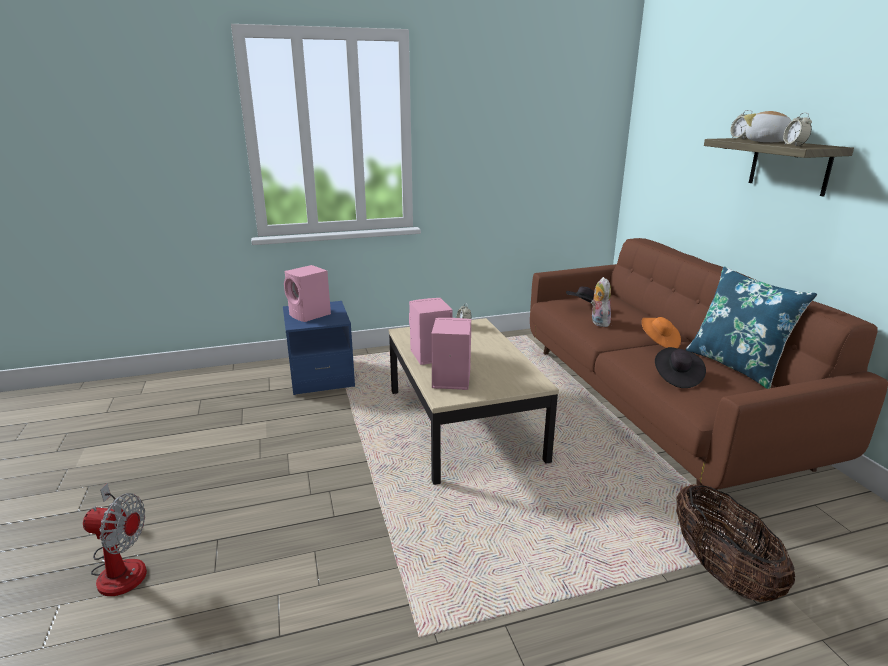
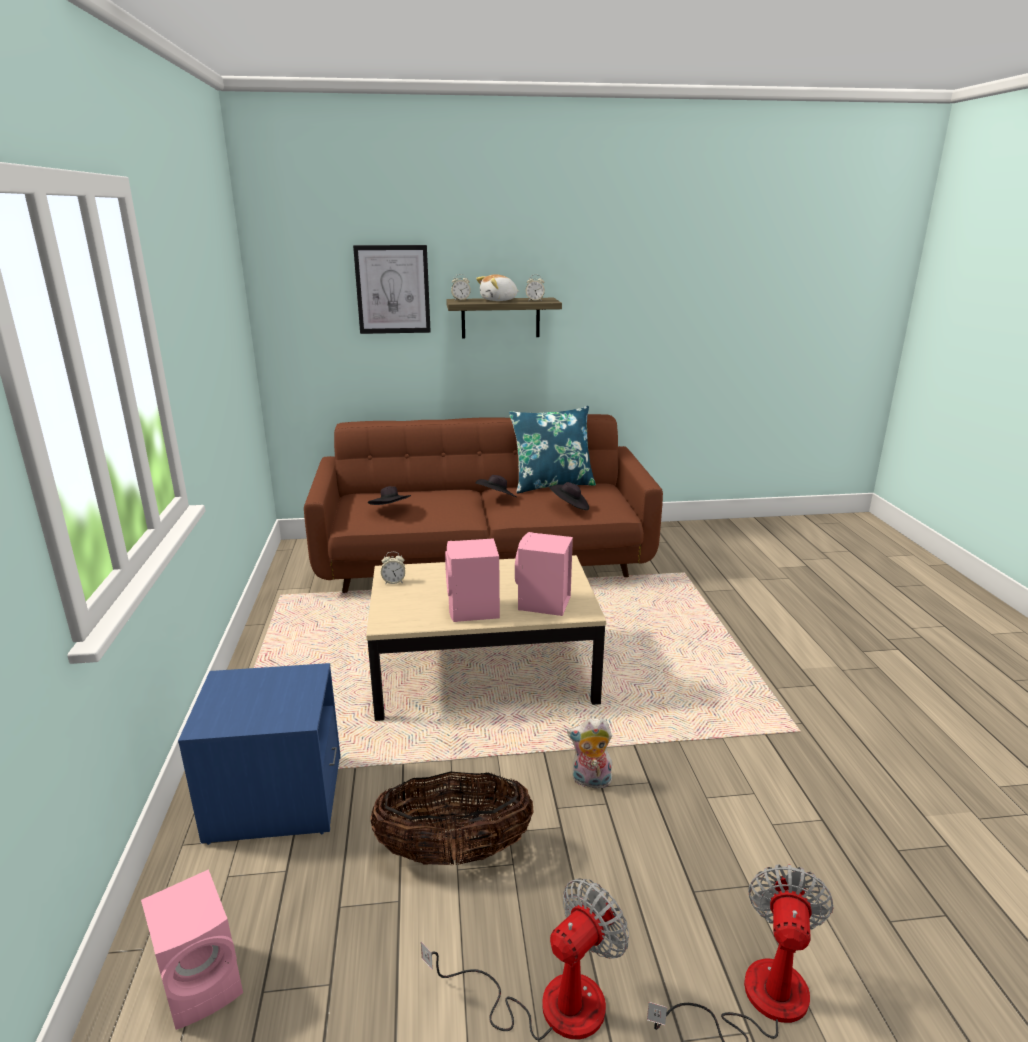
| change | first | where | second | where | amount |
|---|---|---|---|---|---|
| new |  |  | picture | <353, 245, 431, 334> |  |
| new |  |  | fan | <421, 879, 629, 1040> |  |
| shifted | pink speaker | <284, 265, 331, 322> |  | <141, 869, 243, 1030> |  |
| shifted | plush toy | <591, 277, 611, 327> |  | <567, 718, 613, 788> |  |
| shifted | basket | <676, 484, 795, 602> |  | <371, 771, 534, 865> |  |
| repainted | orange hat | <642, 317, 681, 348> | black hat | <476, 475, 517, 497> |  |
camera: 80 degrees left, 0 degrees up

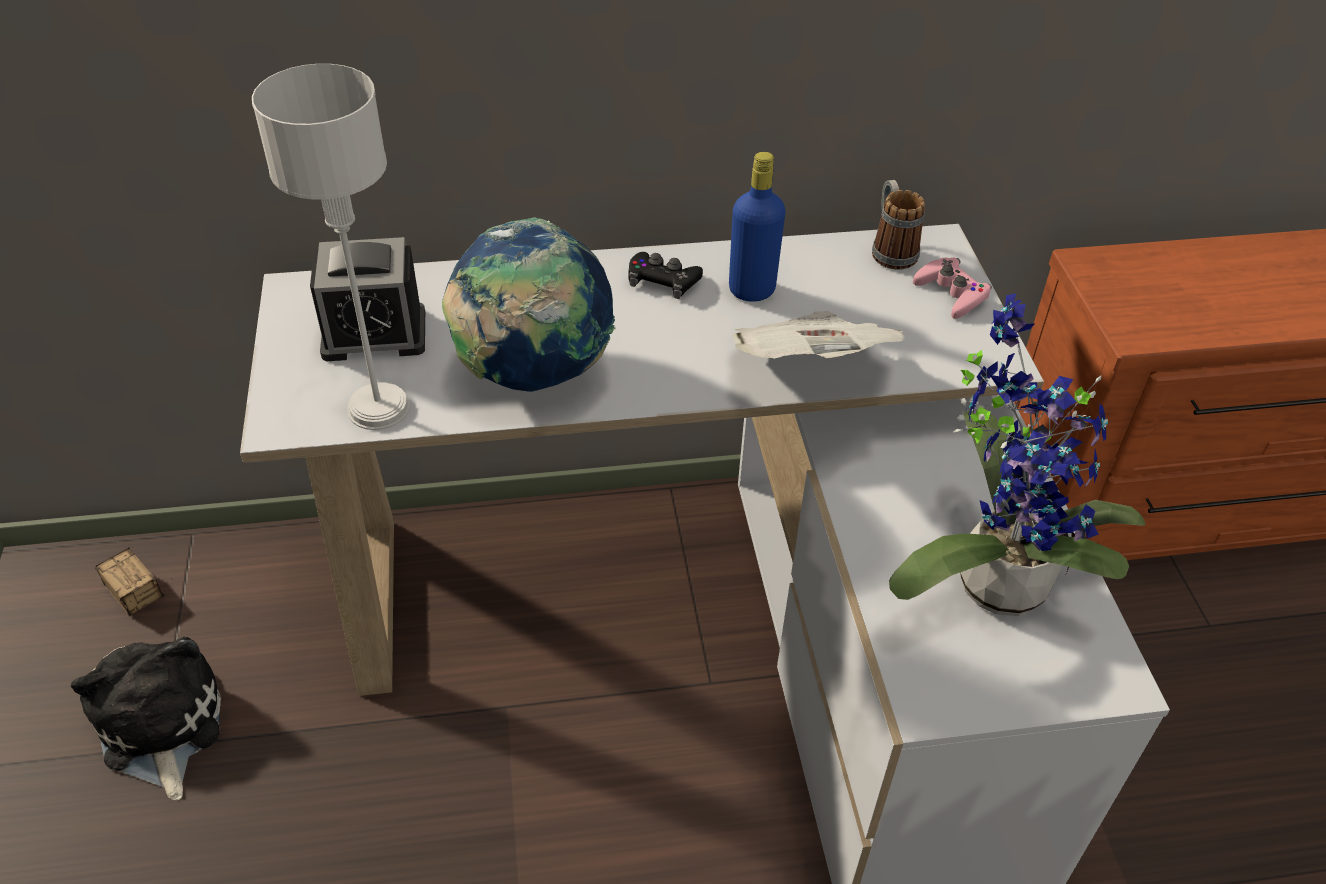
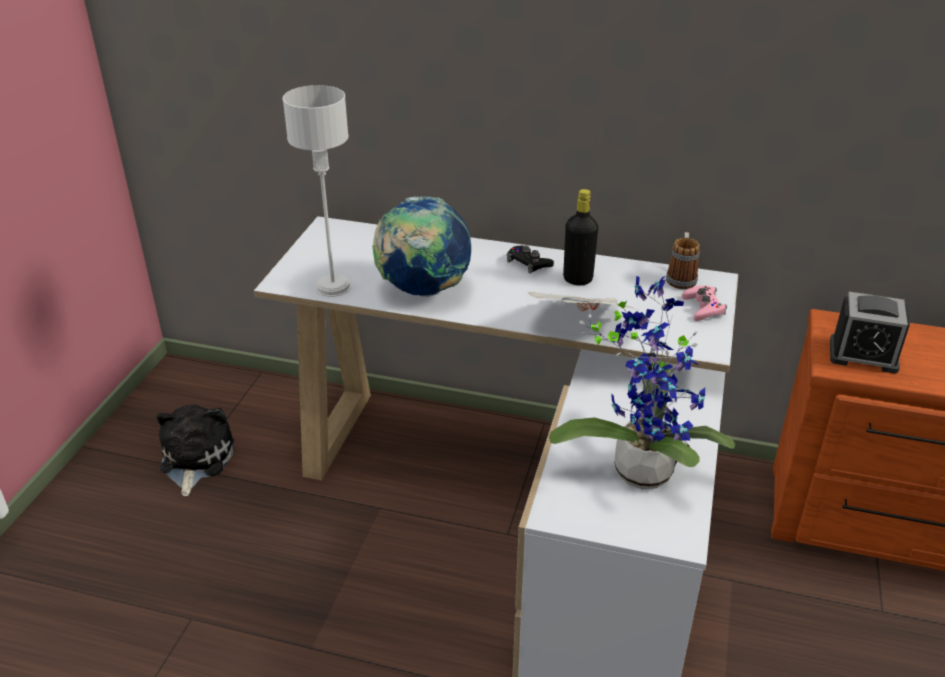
| change | first | where | second | where | amount |
|---|---|---|---|---|---|
| gone | storage box | <95, 548, 172, 616> |  |  |  |
| shifted | alarm clock | <310, 237, 425, 361> |  | <830, 292, 910, 374> |  |
| repainted | blue bottle | <729, 152, 786, 302> | black bottle | <563, 189, 598, 285> |  |
camera: 25 degrees right, 10 degrees down

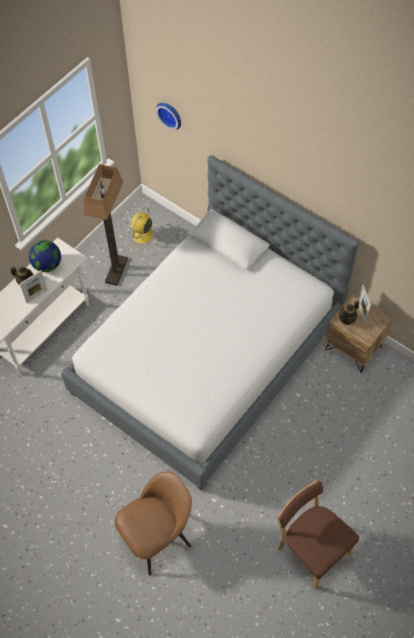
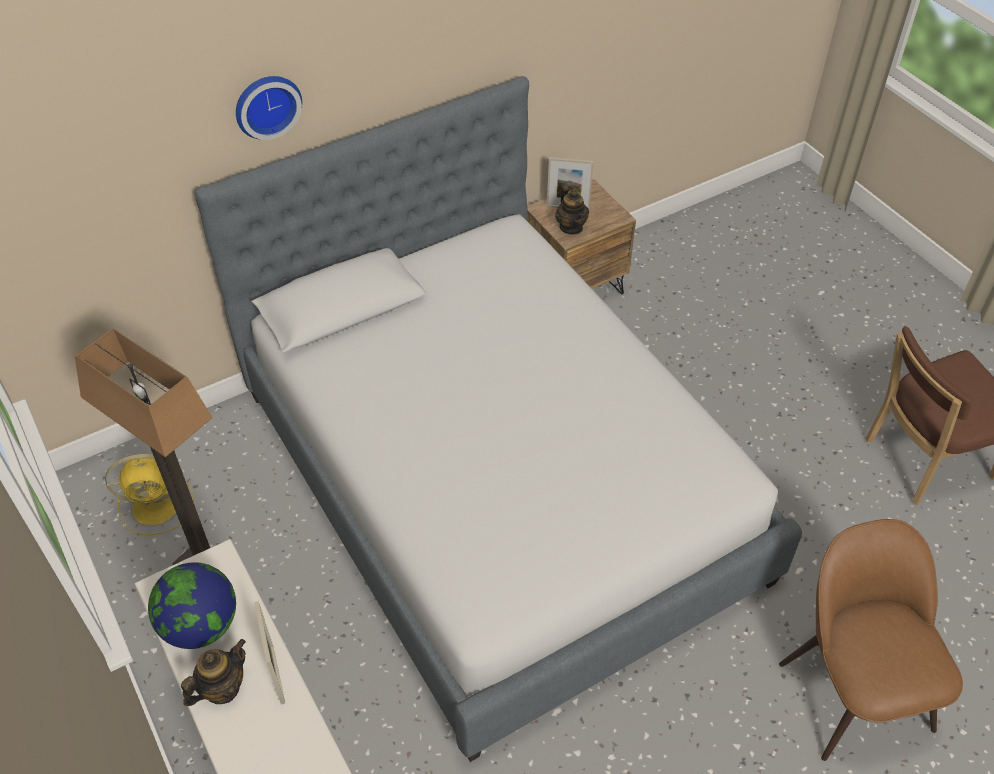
| change | first | where | second | where | amount |
|---|---|---|---|---|---|
| shifted | wall clock | <156, 103, 181, 130> |  | <236, 76, 302, 140> |  |
| rotated | yellow fan | <127, 207, 157, 249> |  | <105, 454, 193, 535> | 60 degrees counterclockwise |
camera: 70 degrees left, 10 degrees down

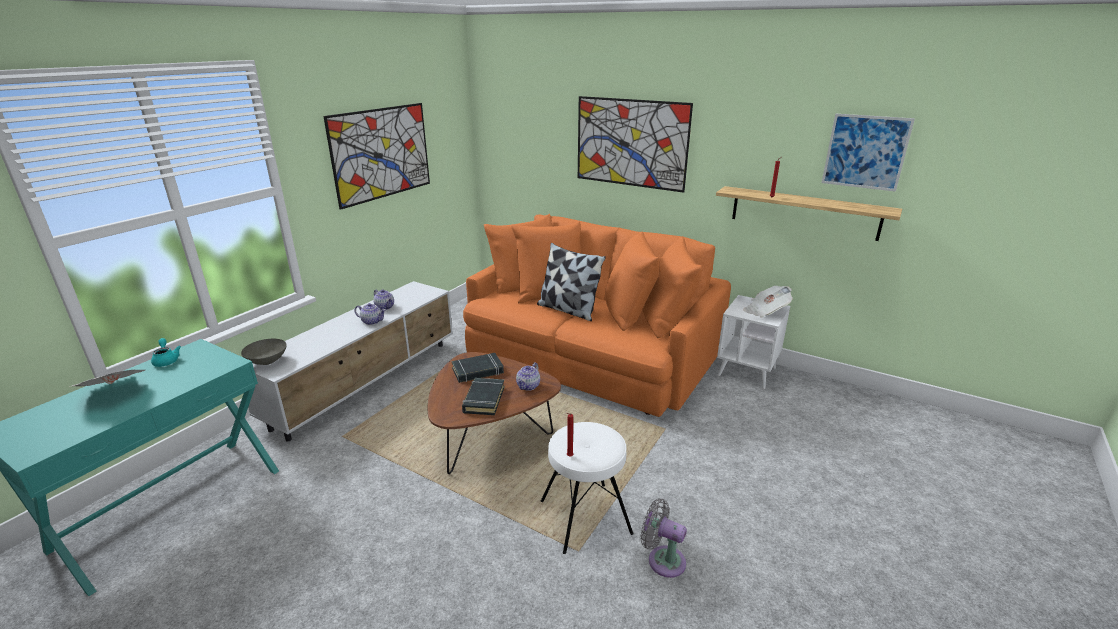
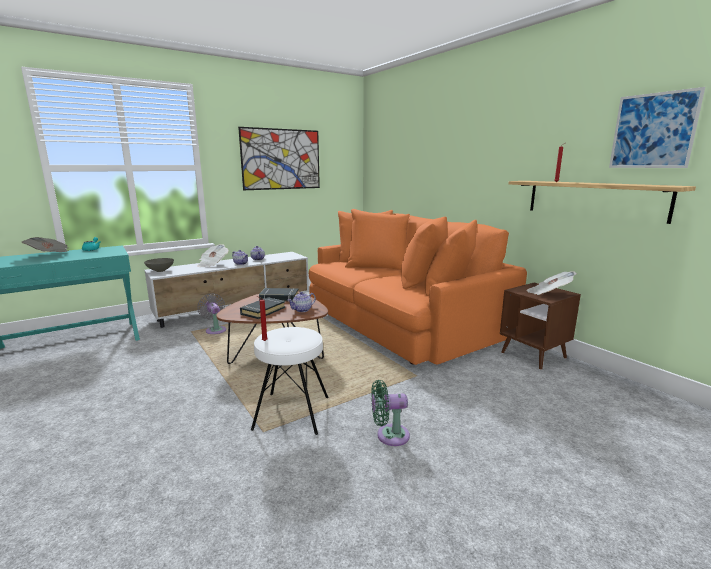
| change | first | where | second | where | amount |
|---|---|---|---|---|---|
| gone | pillow | <537, 243, 606, 321> |  |  |  |
| gone | picture | <578, 96, 693, 193> |  |  |  |
| new |  |  | newspaper | <197, 244, 229, 267> |  |
| new |  |  | green fan | <371, 380, 410, 446> |  |
| shifted | grey fan | <641, 499, 687, 578> |  | <197, 294, 226, 334> |  |
| repainted | white side table | <717, 295, 790, 389> | brown side table | <500, 283, 581, 370> |  |
camera: 25 degrees right, 10 degrees down

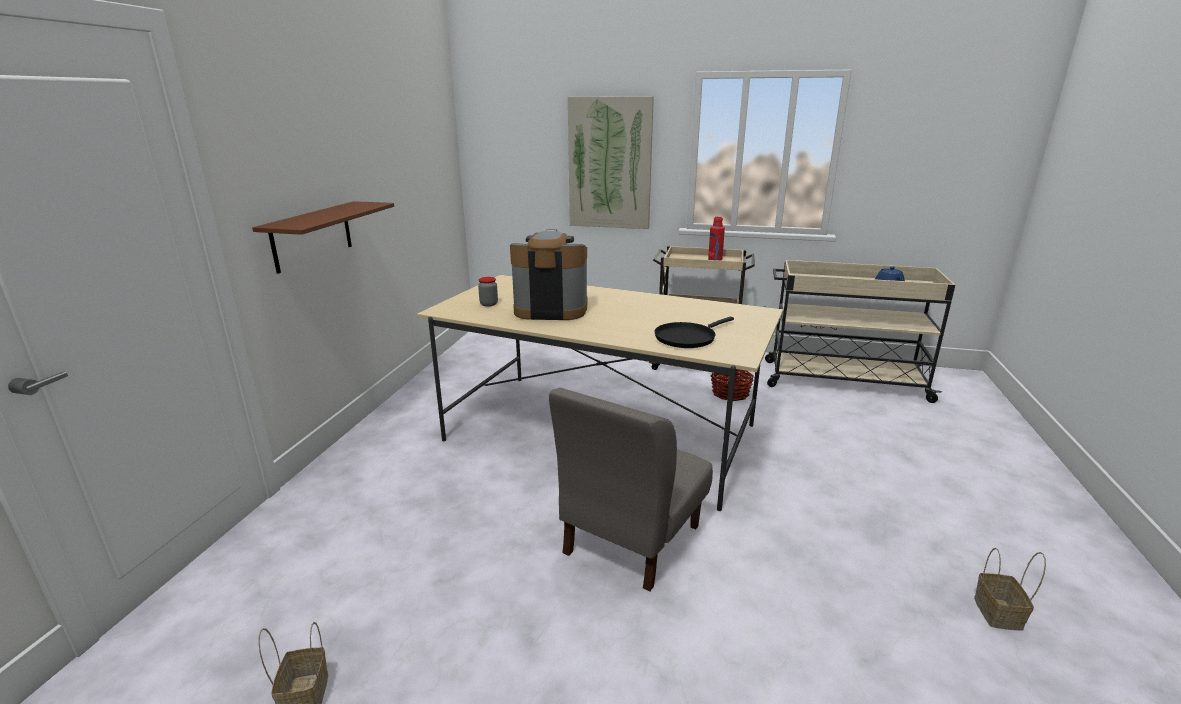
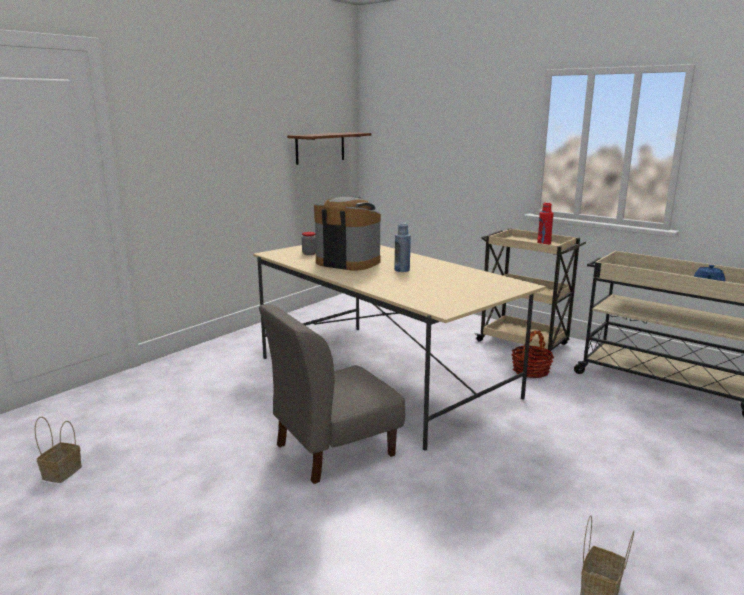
| change | first | where | second | where | amount |
|---|---|---|---|---|---|
| gone | picture | <568, 96, 654, 229> |  |  |  |
| gone | black frying pan | <655, 317, 734, 348> |  |  |  |
| new |  |  | blue bottle | <394, 223, 411, 272> |  |
| shifted | brown shelf | <252, 201, 394, 274> |  | <287, 132, 372, 165> |  |
camera: 25 degrees right, 5 degrees down

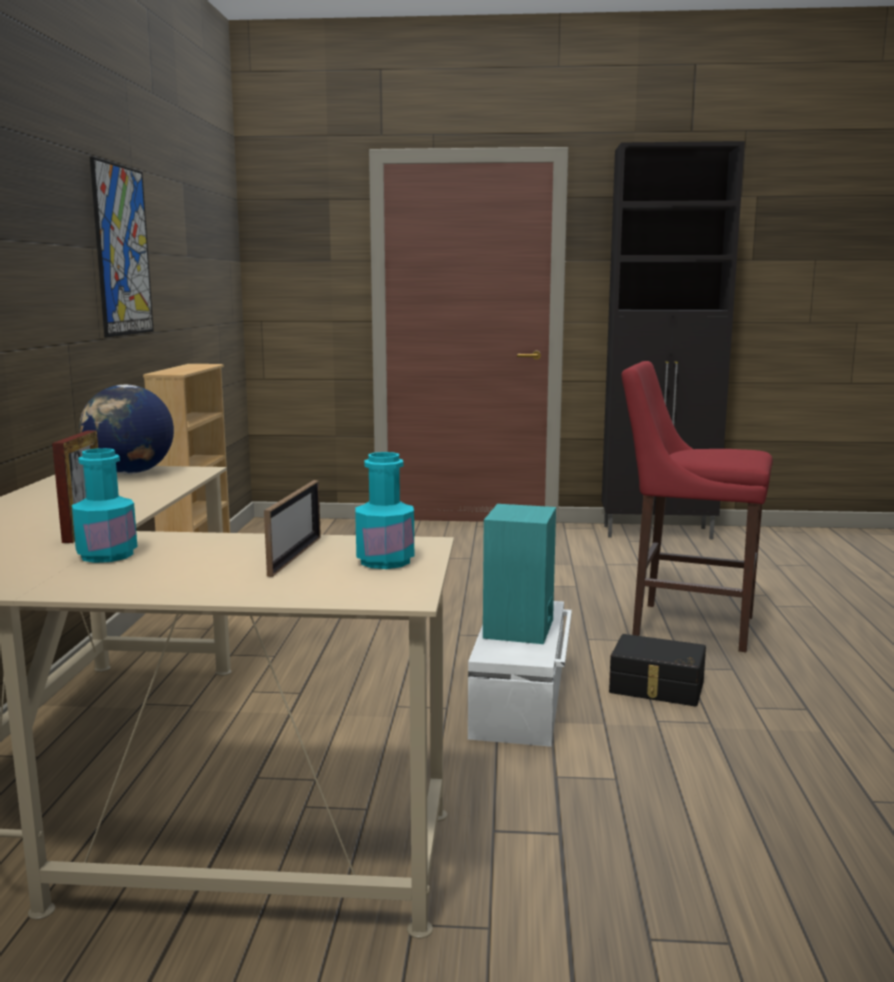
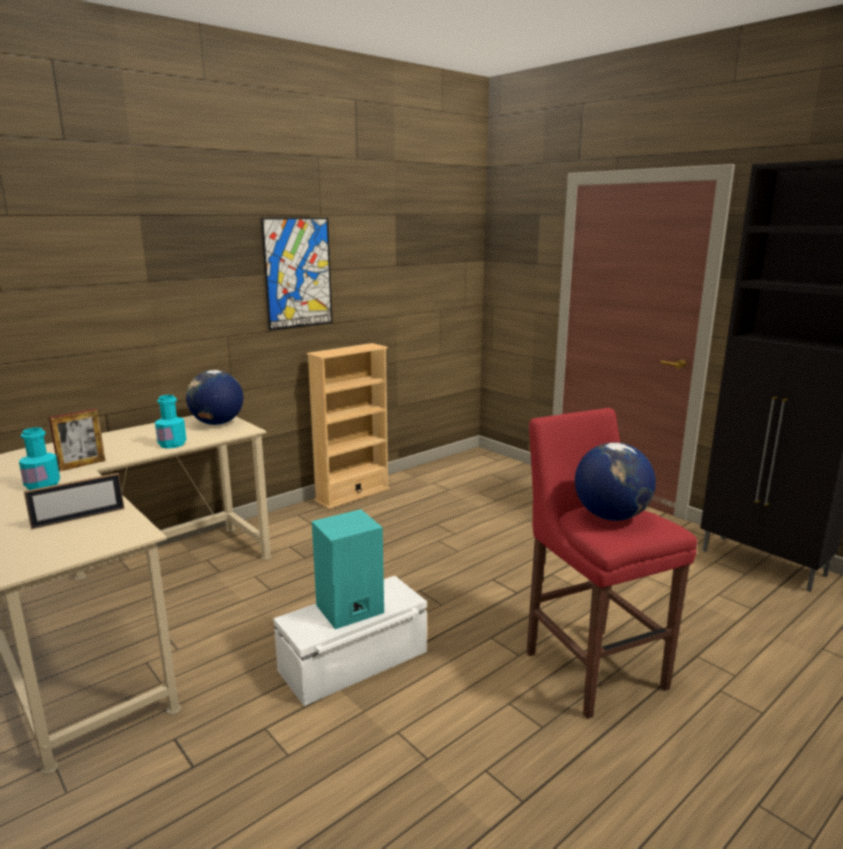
| change | first | where | second | where | amount |
|---|---|---|---|---|---|
| gone | black storage box | <609, 634, 706, 706> |  |  |  |
| new |  |  | globe | <575, 442, 656, 521> |  |
| shifted | turquoise bottle | <355, 452, 414, 569> |  | <155, 395, 186, 448> |  |
camera: 45 degrees right, 5 degrees up

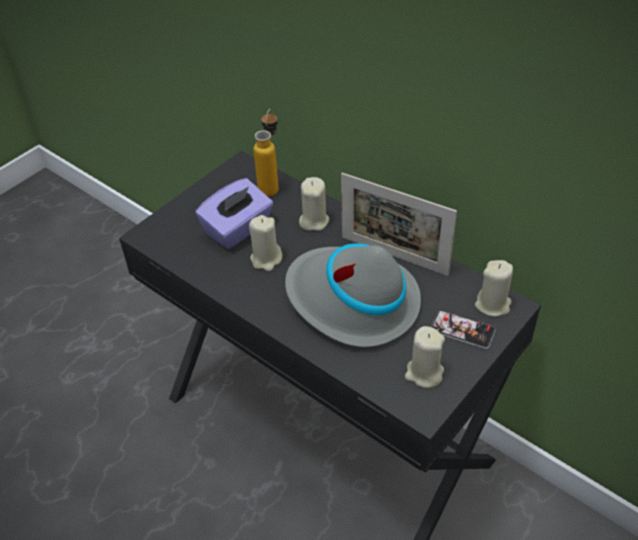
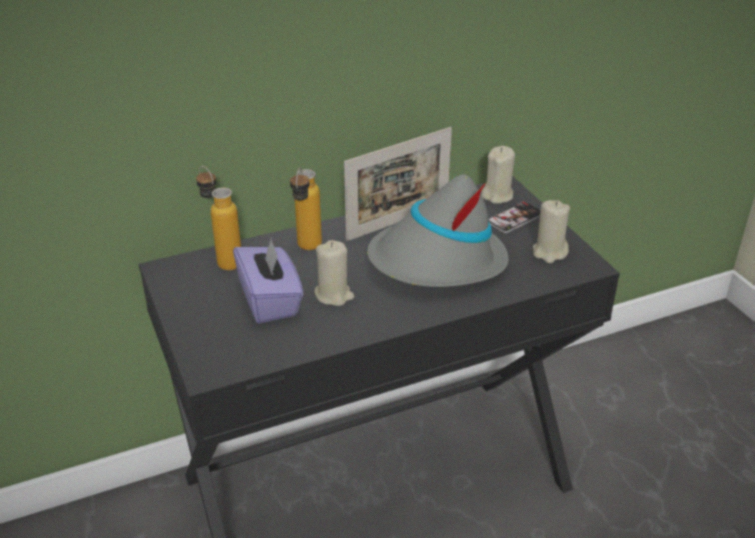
| change | first | where | second | where | amount |
|---|---|---|---|---|---|
| swapped | beige candle | <299, 177, 329, 231> | bottle | <290, 168, 322, 250> |  |
camera: 65 degrees left, 10 degrees down

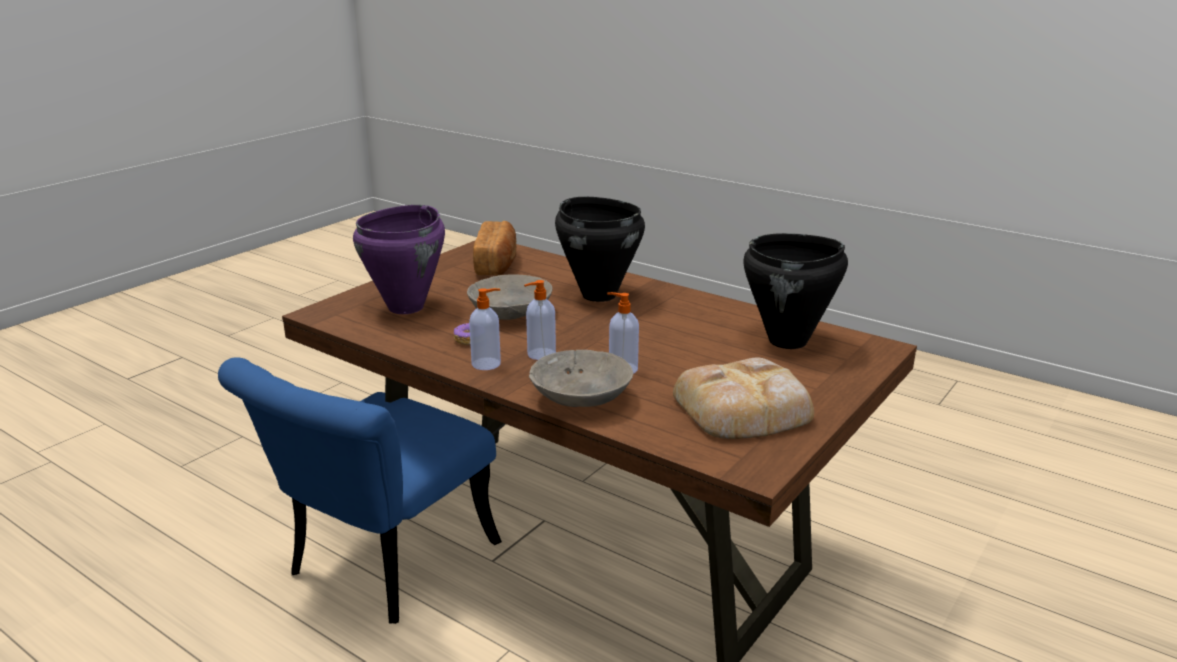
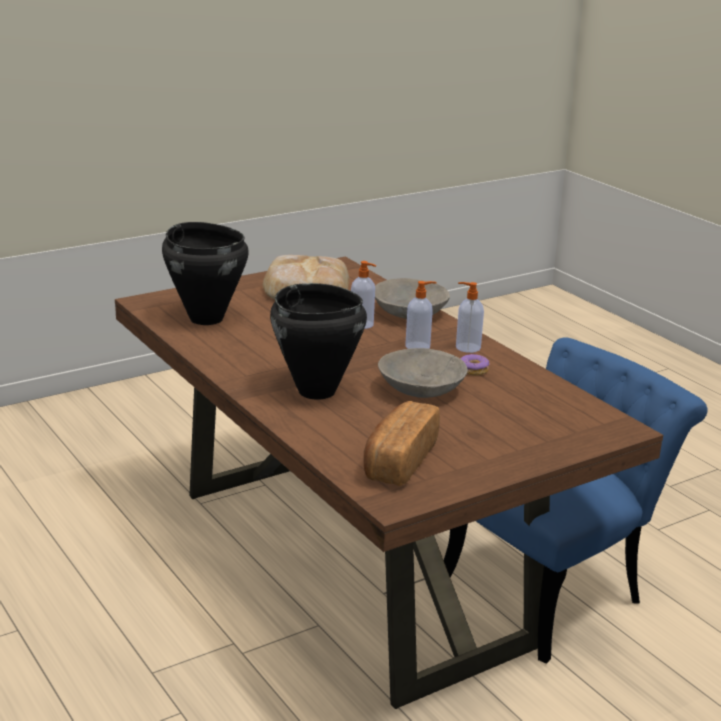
| change | first | where | second | where | amount |
|---|---|---|---|---|---|
| gone | purple cooking pot | <353, 205, 445, 314> |  |  |  |
camera: 160 degrees left, 0 degrees up

